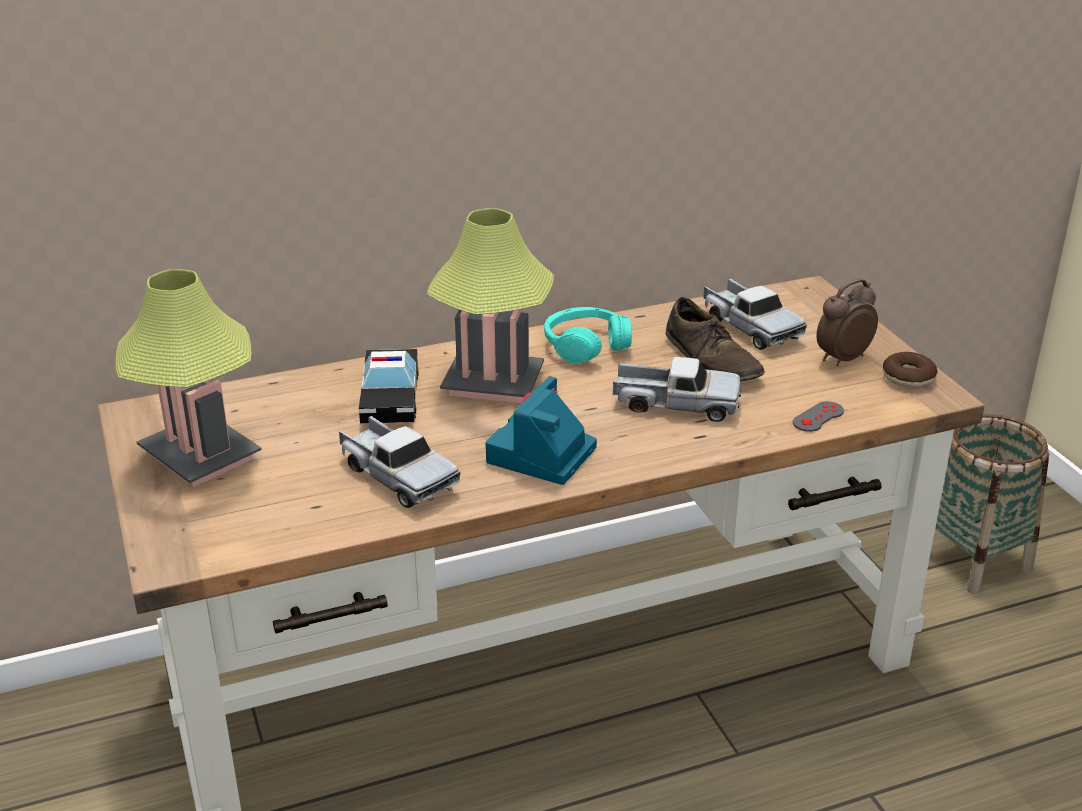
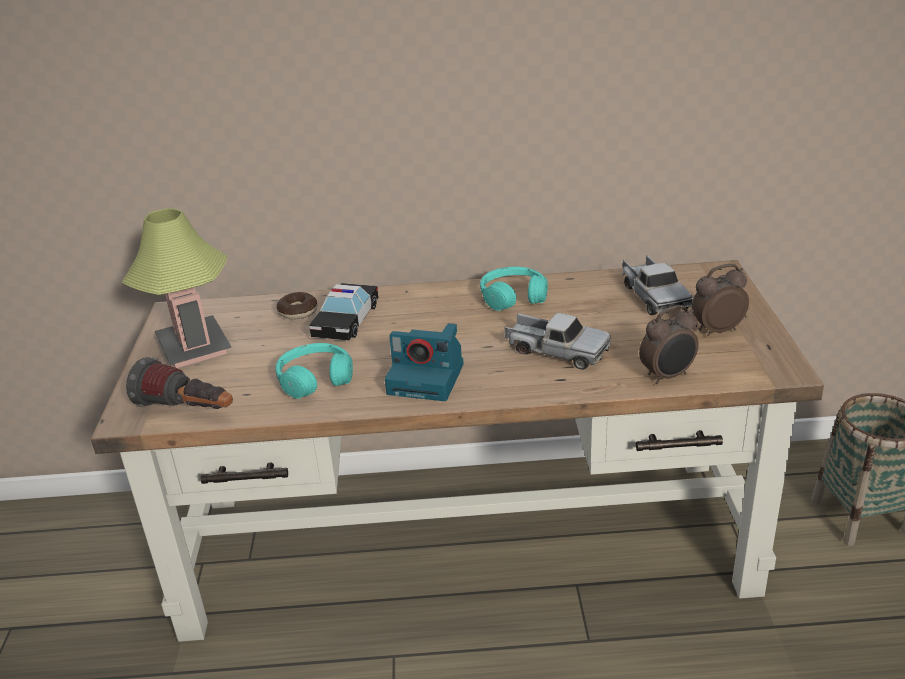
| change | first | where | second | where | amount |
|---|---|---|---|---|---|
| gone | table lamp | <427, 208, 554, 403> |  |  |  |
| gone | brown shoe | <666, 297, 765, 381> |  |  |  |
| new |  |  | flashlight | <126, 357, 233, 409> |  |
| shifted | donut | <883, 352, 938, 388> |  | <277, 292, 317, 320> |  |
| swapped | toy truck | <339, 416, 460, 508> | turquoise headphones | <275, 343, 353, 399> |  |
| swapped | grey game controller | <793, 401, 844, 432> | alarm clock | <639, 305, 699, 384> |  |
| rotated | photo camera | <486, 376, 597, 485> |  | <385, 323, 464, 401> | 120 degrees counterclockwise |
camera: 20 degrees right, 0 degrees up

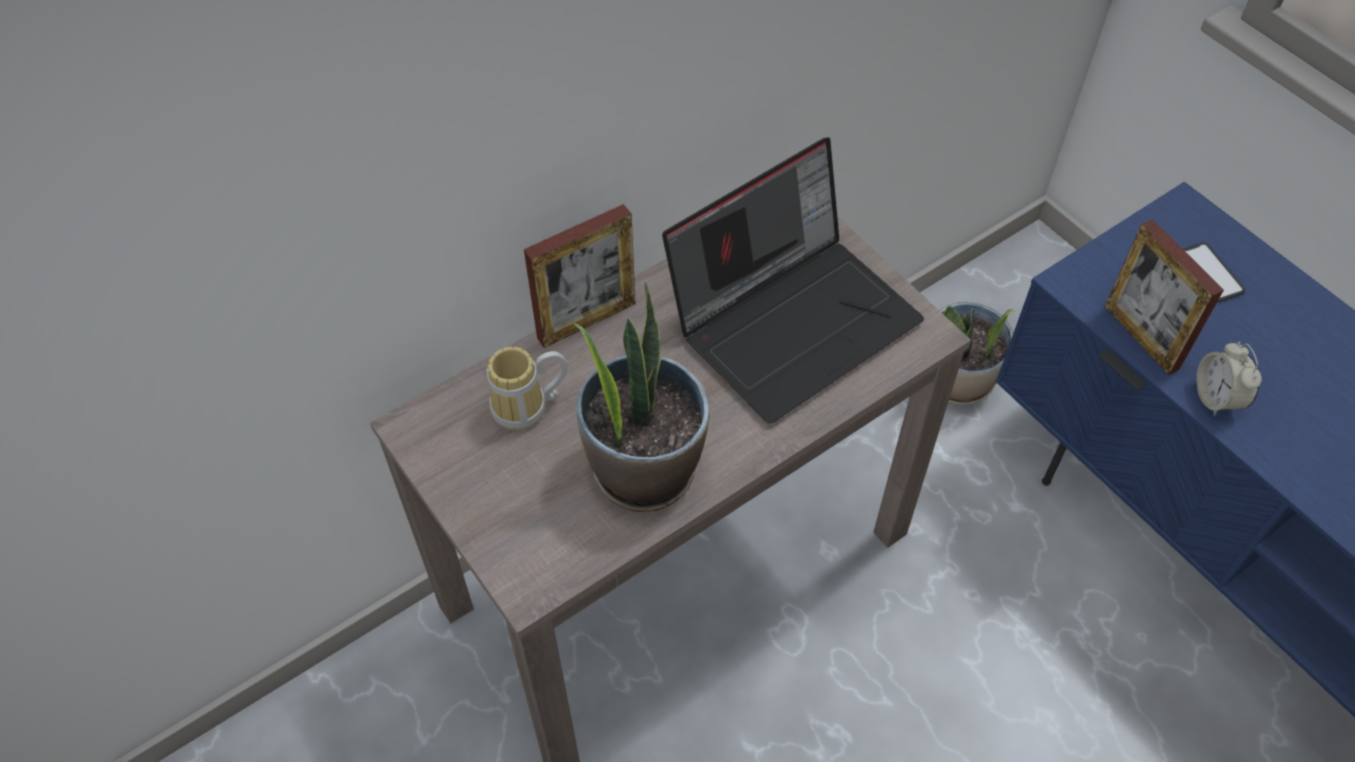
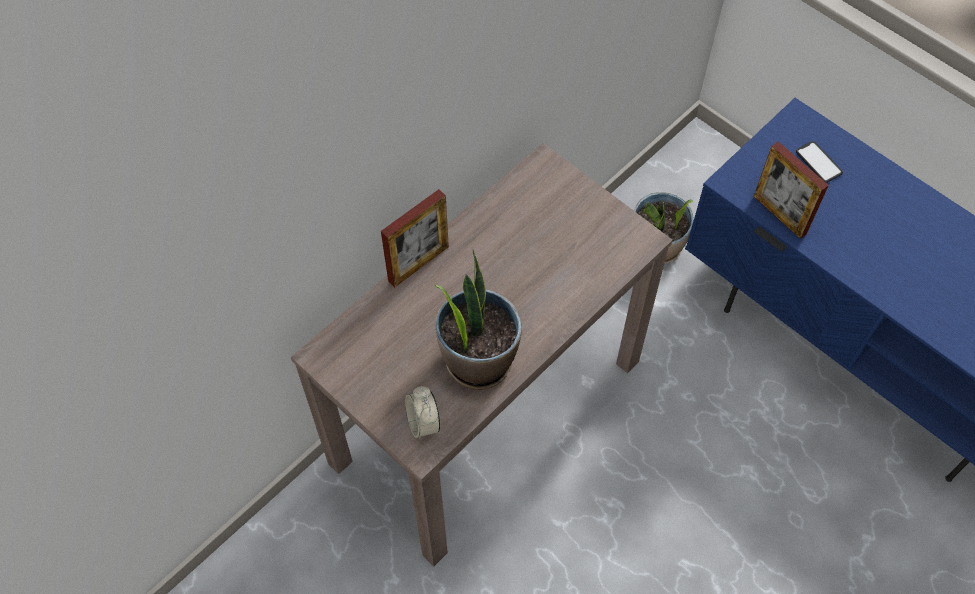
| change | first | where | second | where | amount |
|---|---|---|---|---|---|
| gone | mug | <487, 347, 568, 430> |  |  |  |
| gone | laptop | <662, 137, 924, 423> |  |  |  |
| shifted | alarm clock | <1196, 342, 1262, 416> |  | <405, 386, 440, 439> |  |
camera: 10 degrees left, 5 degrees up

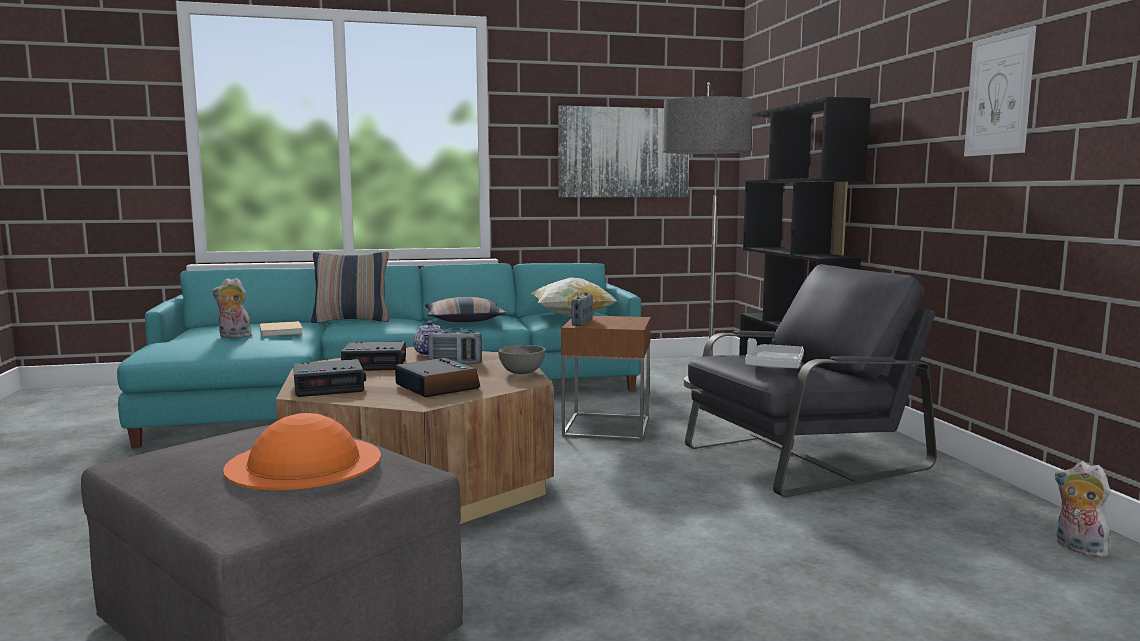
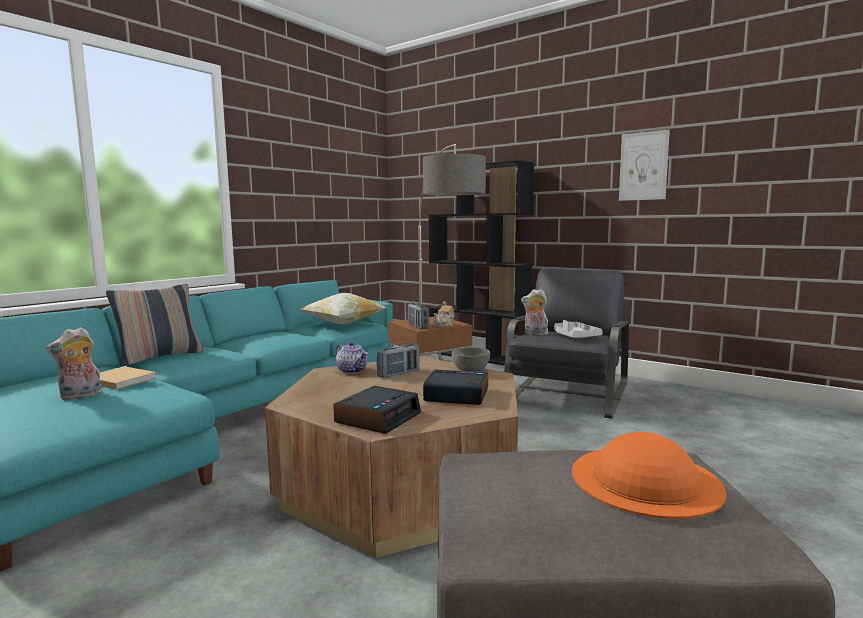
| change | first | where | second | where | amount |
|---|---|---|---|---|---|
| gone | alarm clock | <341, 341, 406, 371> |  |  |  |
| gone | pillow | <425, 297, 506, 322> |  |  |  |
| gone | picture | <558, 106, 689, 197> |  |  |  |
| new |  |  | teapot | <434, 301, 454, 327> |  |
| shifted | plush toy | <1055, 462, 1115, 558> |  | <521, 289, 548, 335> |  |
camera: 40 degrees left, 0 degrees up

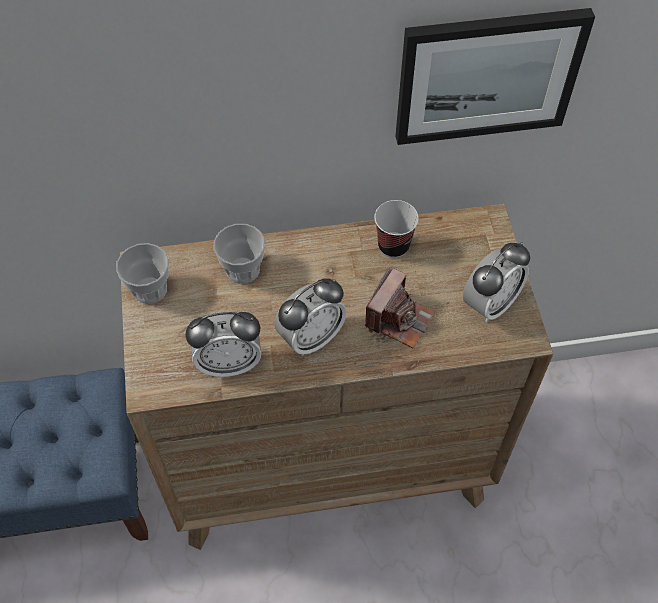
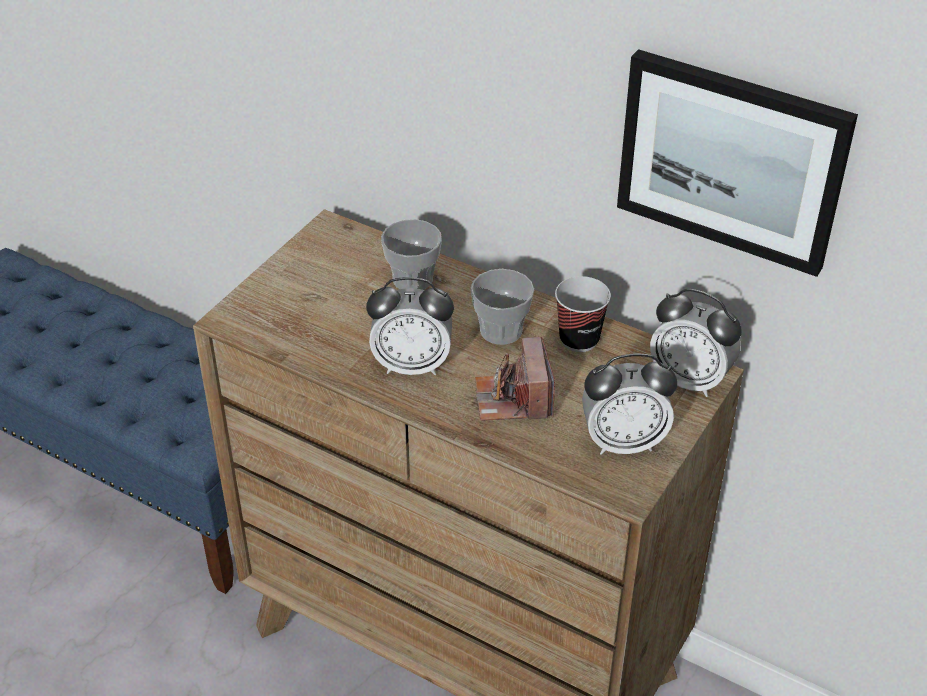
| change | first | where | second | where | amount |
|---|---|---|---|---|---|
| shifted | cup | <116, 243, 169, 304> |  | <470, 269, 534, 345> |  |
| shifted | alarm clock | <186, 311, 261, 377> |  | <650, 289, 742, 397> |  |
| rotated | photo camera | <365, 267, 435, 348> |  | <475, 337, 555, 421> | 105 degrees clockwise |
camera: 40 degrees right, 15 degrees down

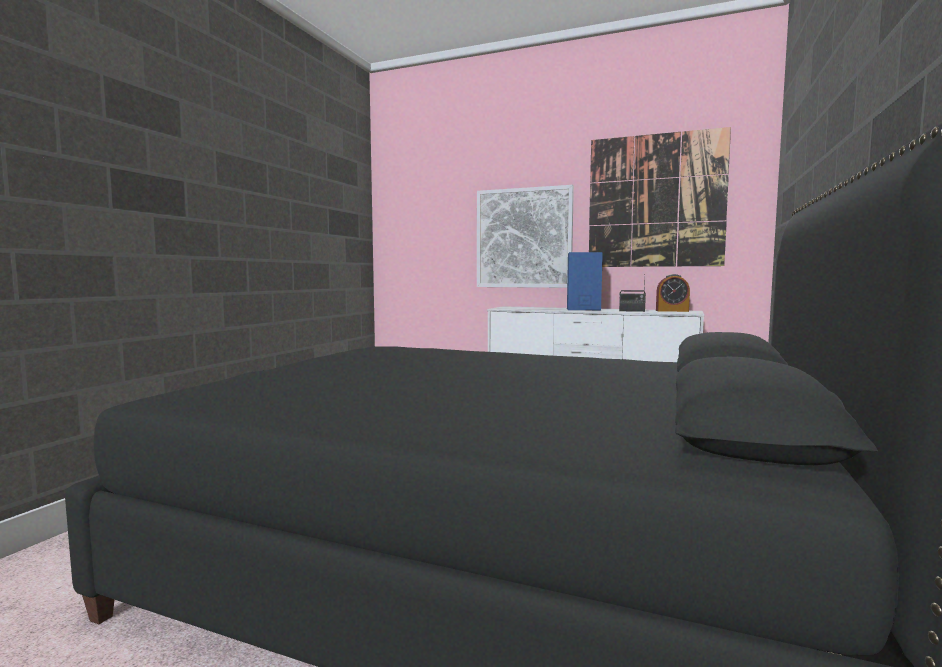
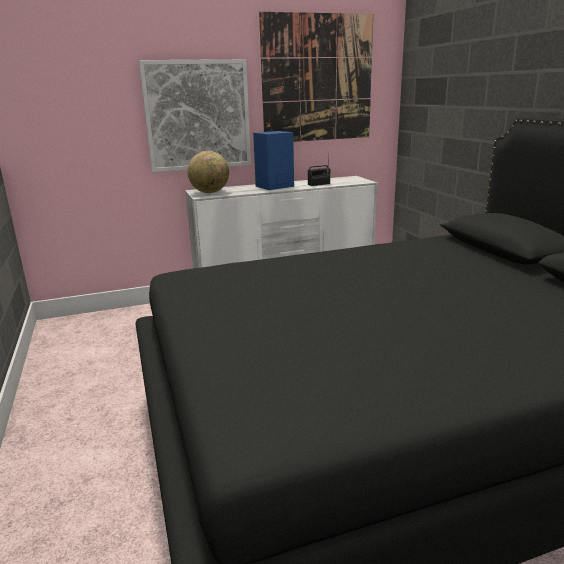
| change | first | where | second | where | amount |
|---|---|---|---|---|---|
| gone | alarm clock | <656, 274, 690, 312> |  |  |  |
| new |  |  | globe | <188, 151, 229, 193> |  |
camera: 40 degrees left, 15 degrees up

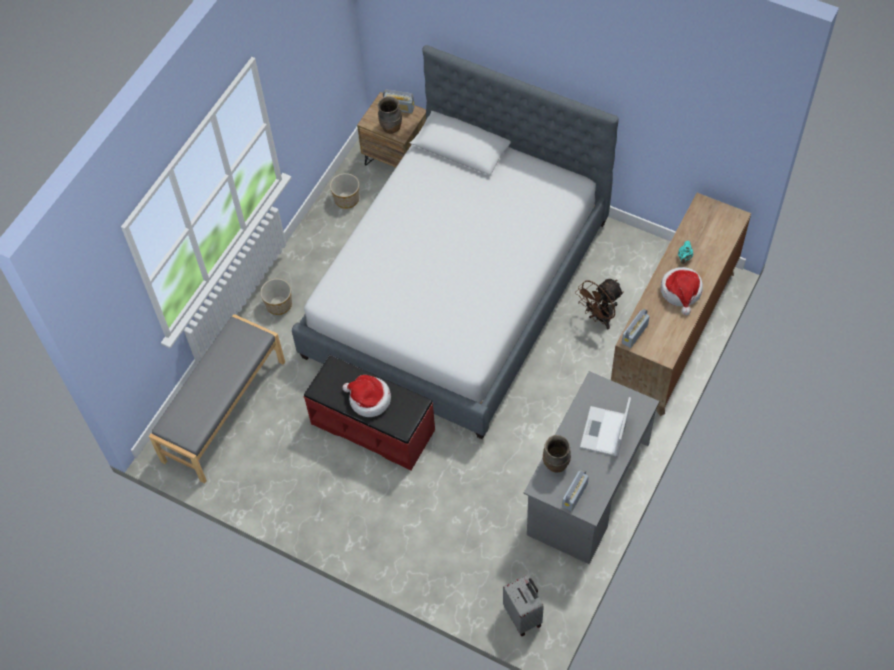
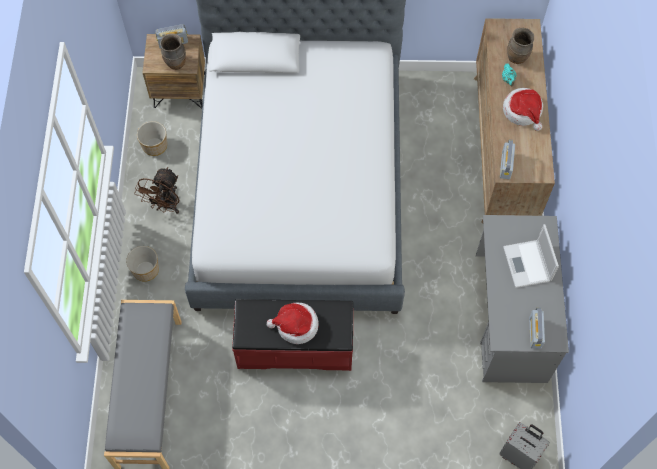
| change | first | where | second | where | amount |
|---|---|---|---|---|---|
| shifted | brown vase | <543, 435, 571, 473> |  | <507, 28, 534, 64> |  |
| shifted | brown fan | <575, 279, 624, 329> |  | <134, 167, 179, 214> |  |
camera: 30 degrees left, 5 degrees up

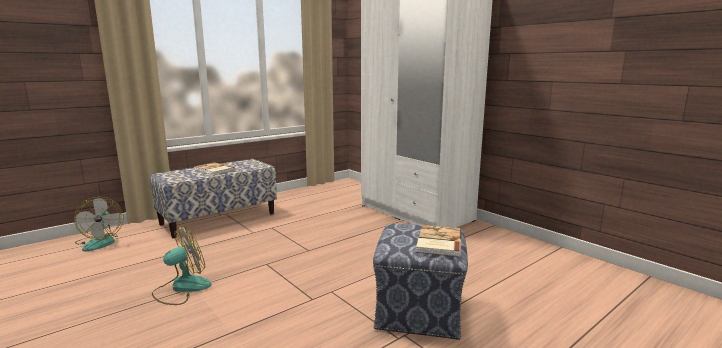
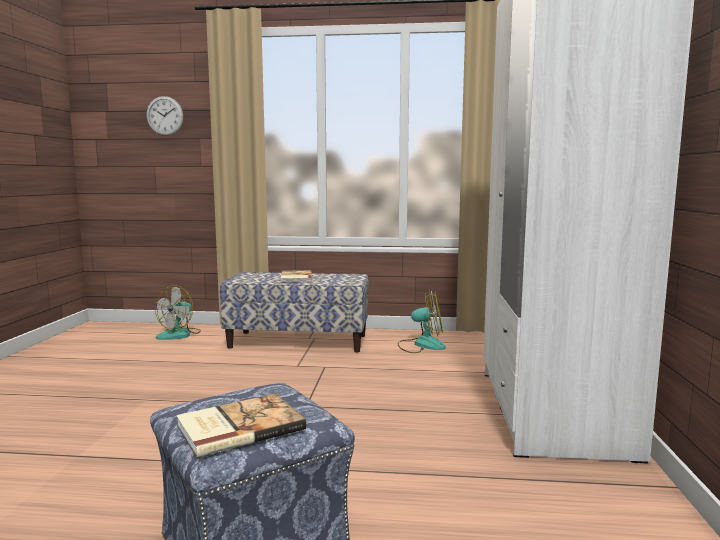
| change | first | where | second | where | amount |
|---|---|---|---|---|---|
| new |  |  | wall clock | <146, 96, 183, 136> |  |
| shifted | fan | <152, 226, 211, 305> |  | <398, 290, 446, 353> |  |
camera: 45 degrees right, 5 degrees down

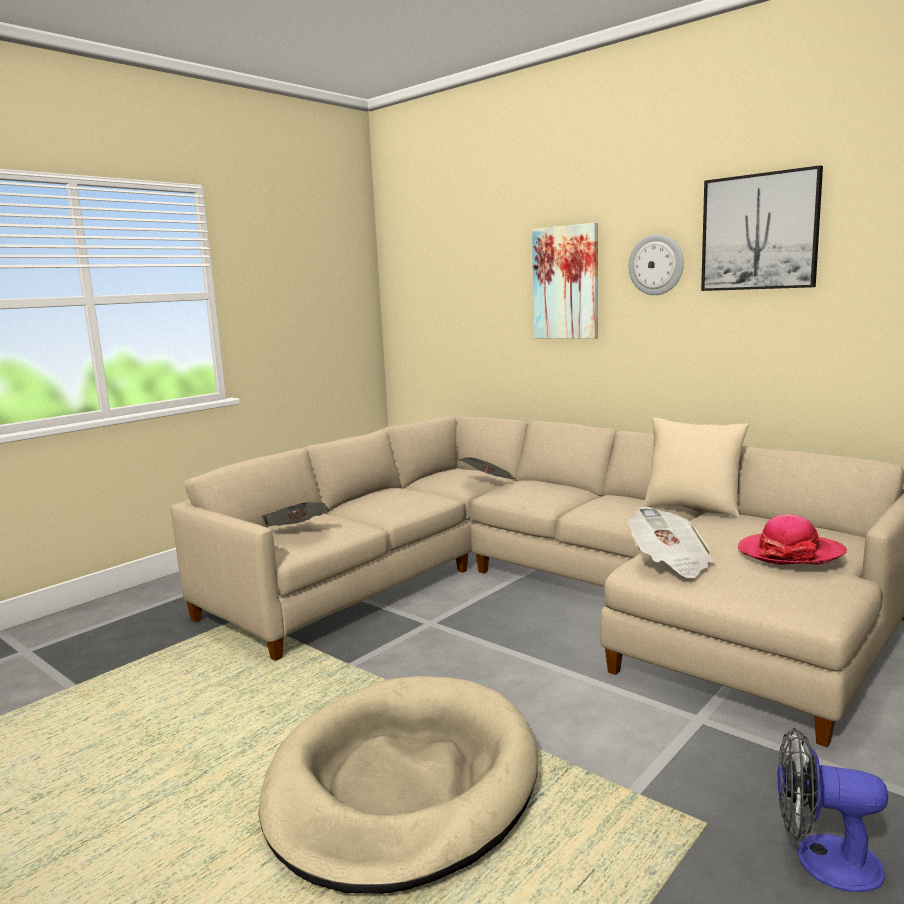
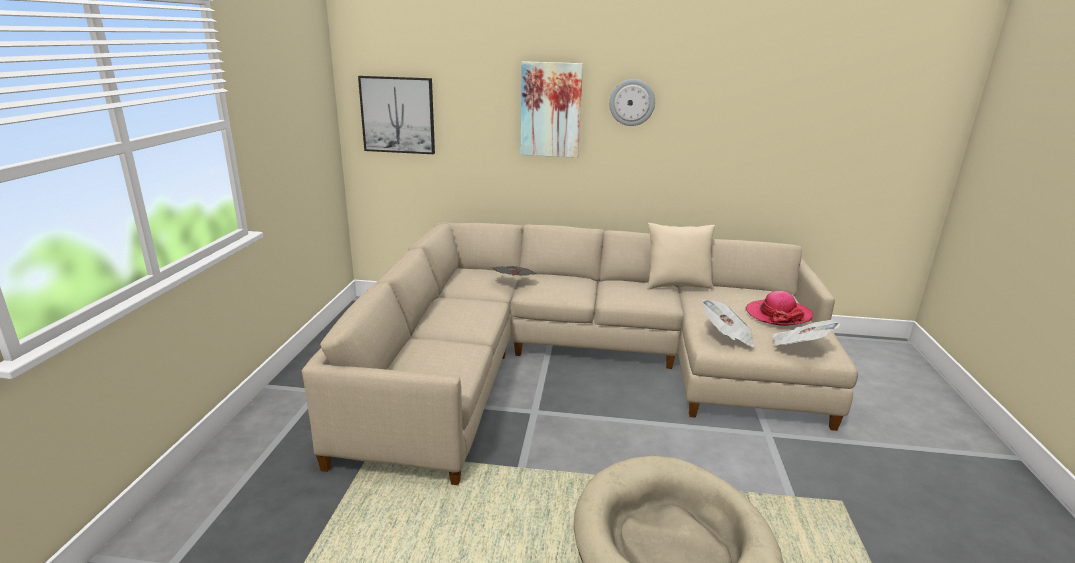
| change | first | where | second | where | amount |
|---|---|---|---|---|---|
| gone | fan | <777, 728, 888, 892> |  |  |  |
| shifted | newspaper | <261, 502, 329, 526> |  | <773, 320, 840, 346> |  |
| shifted | picture | <701, 165, 823, 291> |  | <358, 76, 435, 154> |  |
camera: 35 degrees left, 10 degrees up

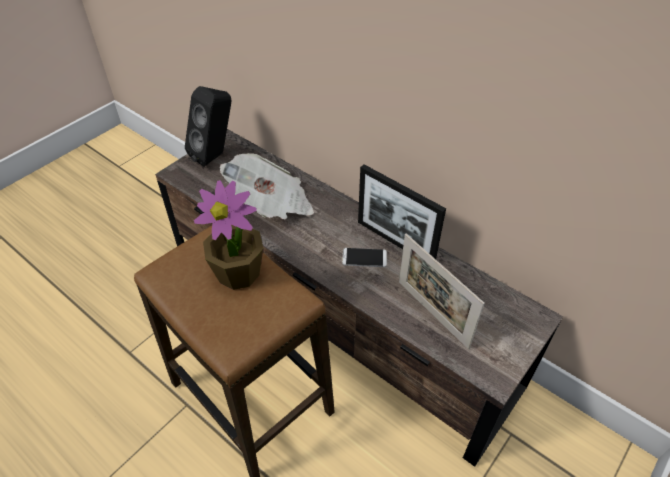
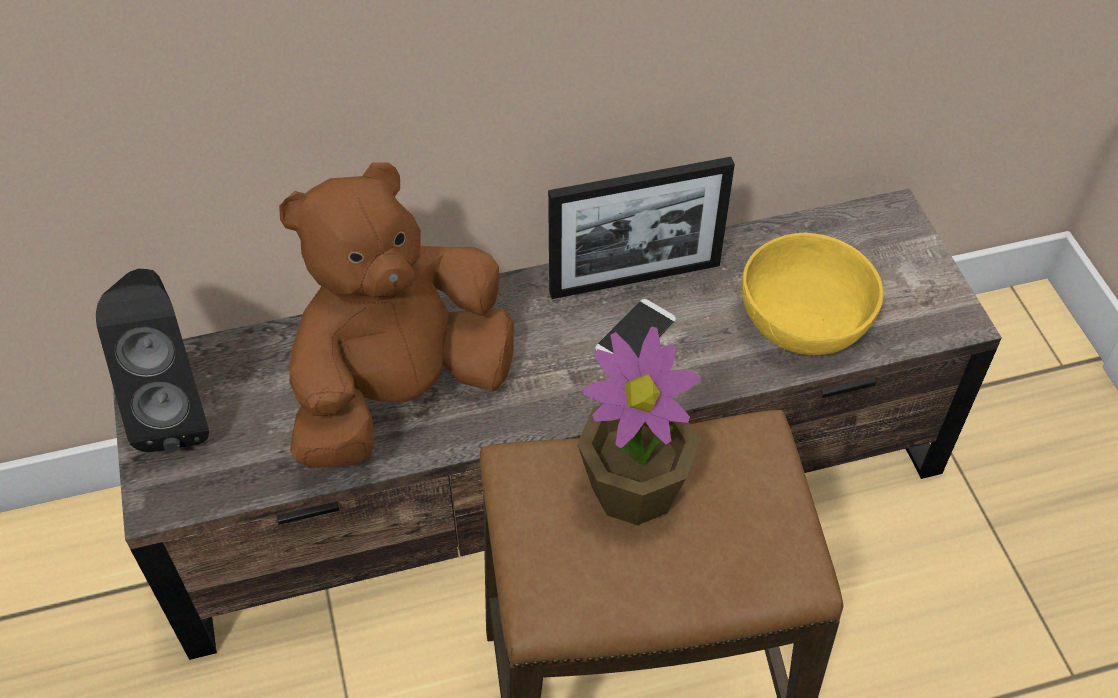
| change | first | where | second | where | amount |
|---|---|---|---|---|---|
| swapped | newspaper | <220, 153, 314, 219> | brown plush toy | <279, 162, 514, 468> |  |
| swapped | picture frame | <399, 234, 485, 349> | yellow bowl | <742, 233, 884, 355> |  |
camera: 55 degrees left, 5 degrees up

